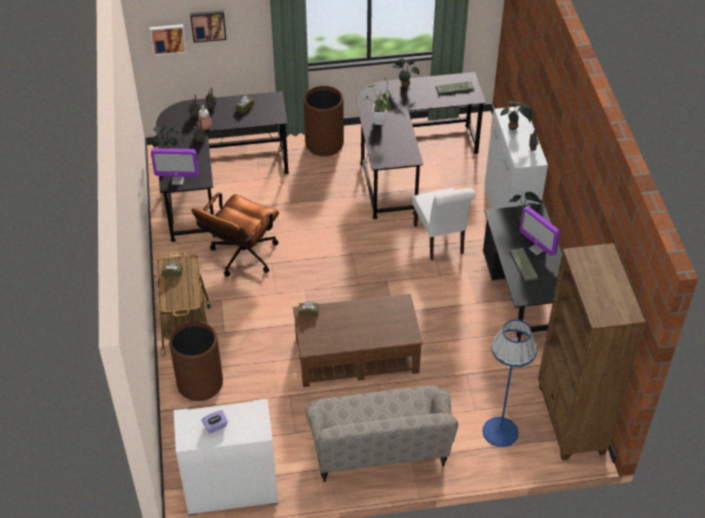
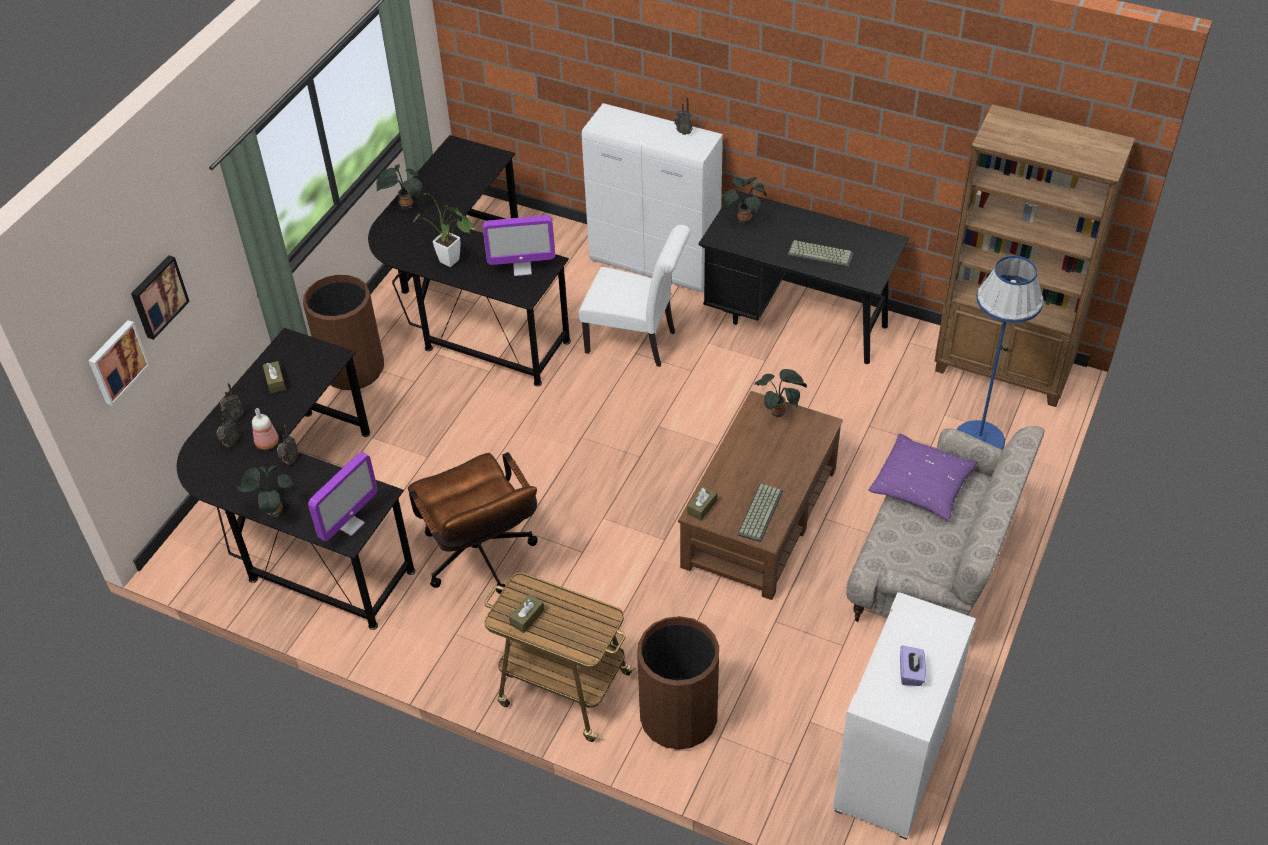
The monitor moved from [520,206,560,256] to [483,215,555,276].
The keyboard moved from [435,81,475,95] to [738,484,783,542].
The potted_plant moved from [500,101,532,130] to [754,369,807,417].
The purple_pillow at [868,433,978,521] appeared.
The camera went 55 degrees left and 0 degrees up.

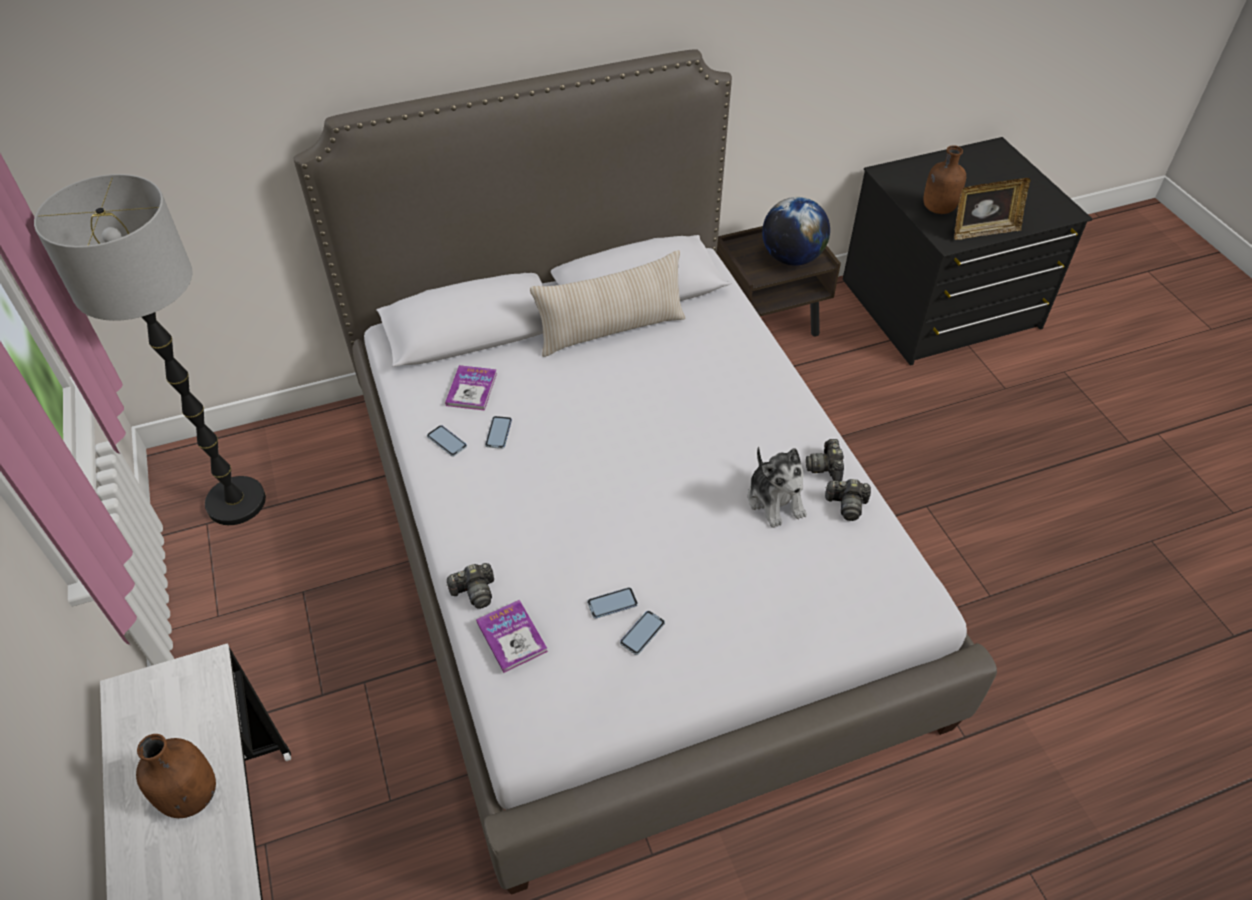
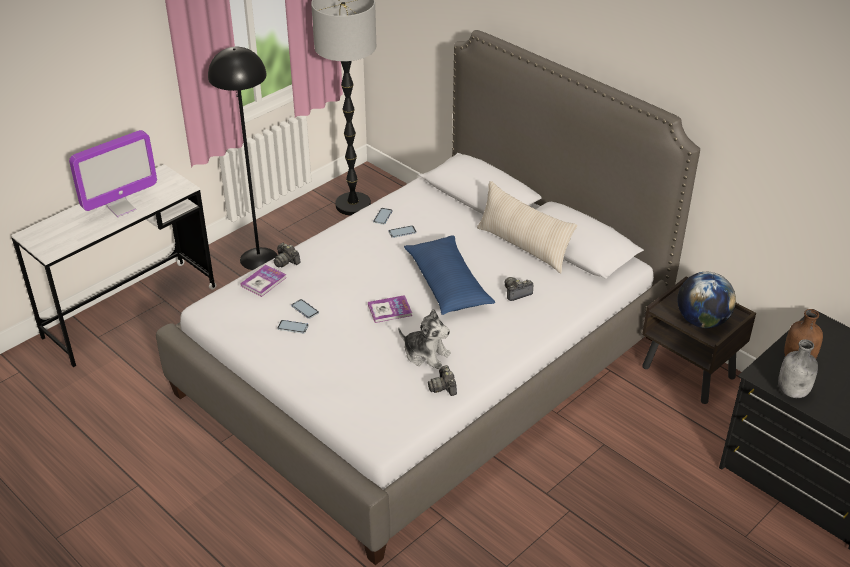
The brown_bottle at [136,734,216,818] was replaced by the monitor at [69,130,157,217].
The black_floor_lamp at [208,47,277,270] appeared.
The book moved from [445,365,497,411] to [368,295,412,323].
The plush_toy at [748,447,807,528] turned 105 degrees counterclockwise.
The blue_pillow at [404,235,495,315] appeared.
The photo_camera moved from [806,439,844,481] to [505,277,533,301].
The picture_frame at [954,178,1030,240] was replaced by the grey_bottle at [778,339,818,398].
The camera went 65 degrees right and 10 degrees down.

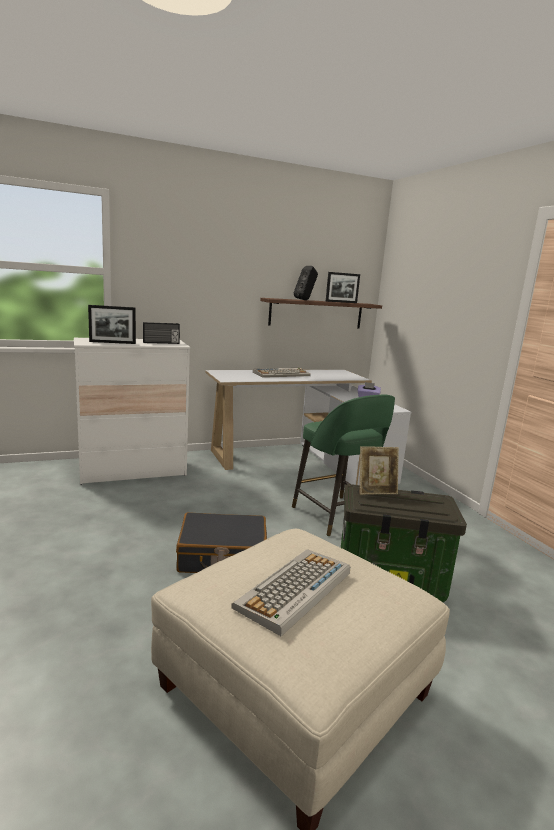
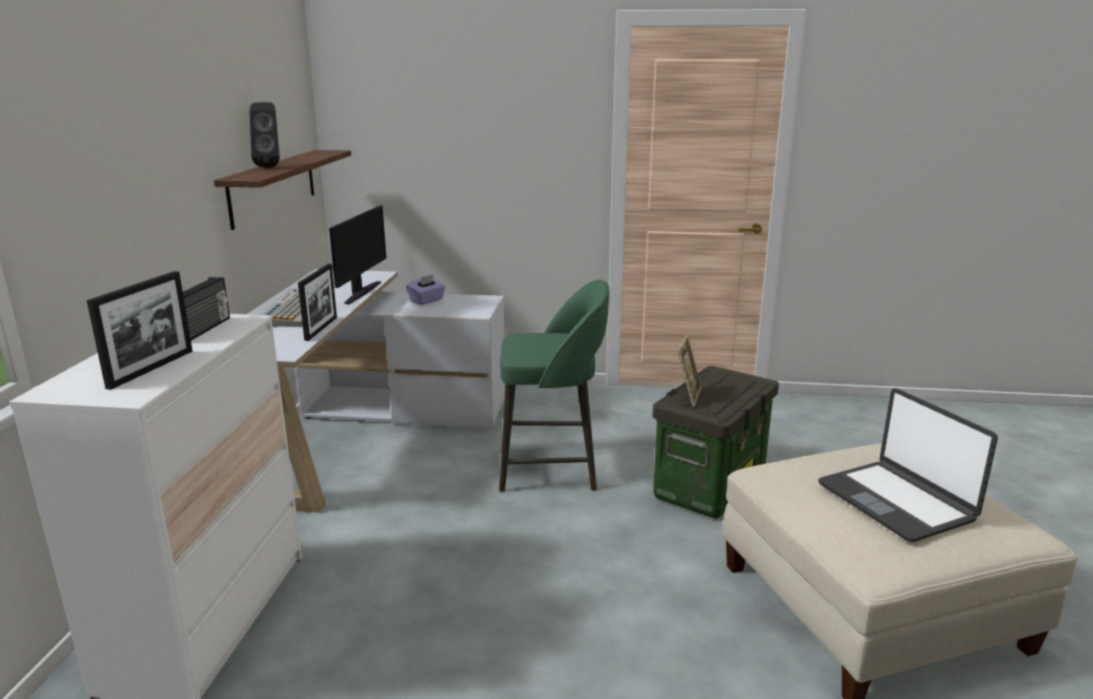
The picture_frame moved from [326,272,360,303] to [298,264,337,341].
The monitor at [329,206,386,304] appeared.
The keyboard at [232,549,350,636] was replaced by the laptop at [818,388,998,542].
The black_suitcase at [176,512,267,573] disappeared.
The camera went 60 degrees left and 5 degrees up.

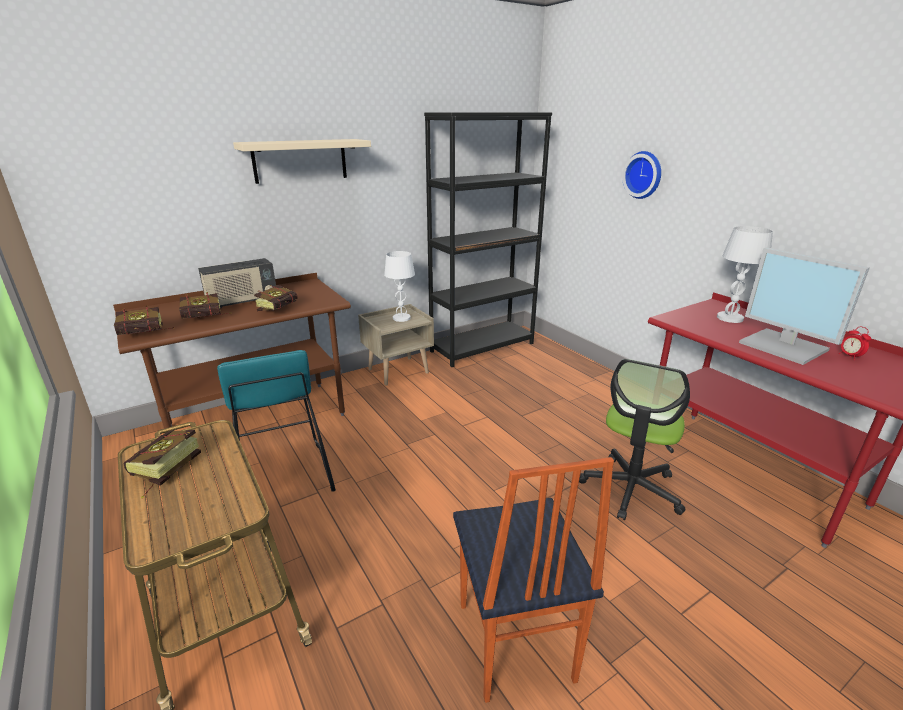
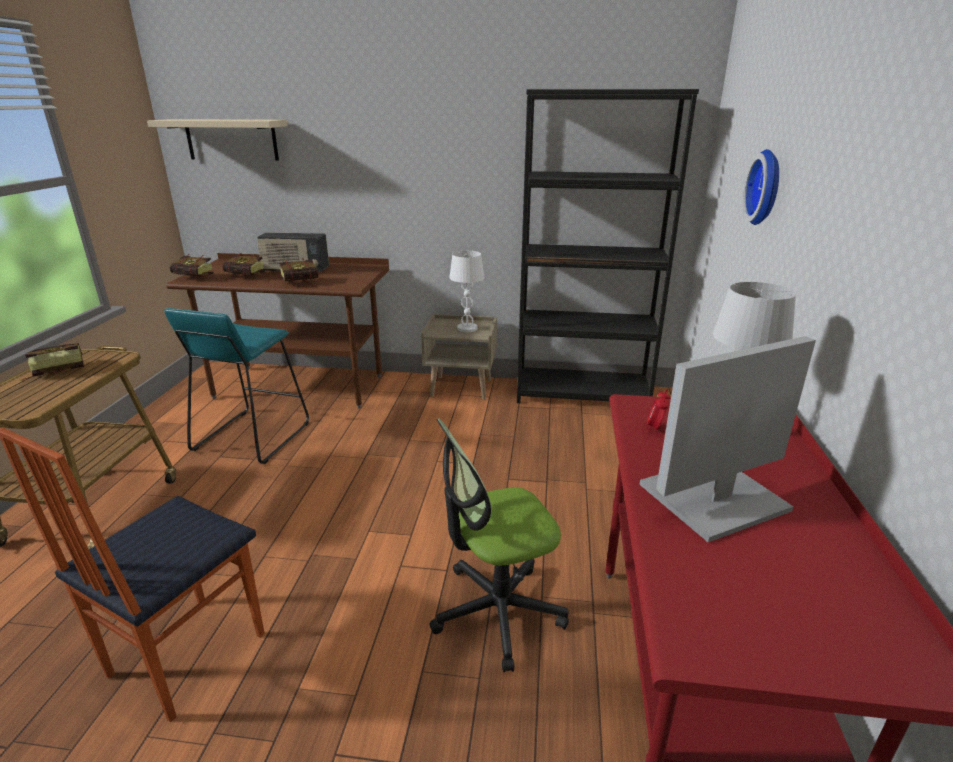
The beige_shelf moved from [233,139,371,184] to [147,119,288,161].
The monitor at [739,247,870,365] turned 60 degrees clockwise.
The alarm_clock moved from [839,326,871,360] to [647,389,670,432].
The camera went 40 degrees right and 0 degrees up.

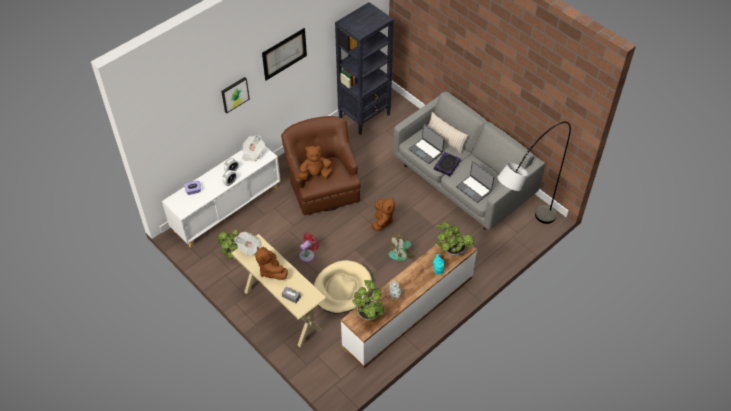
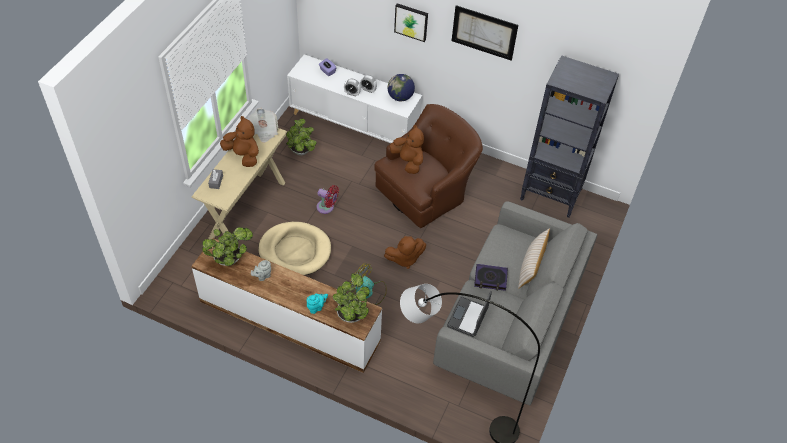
The brown_plush_toy at [255,246,288,280] turned 90 degrees clockwise.
The newspaper at [242,135,265,161] was replaced by the globe at [388,74,415,101].
The laptop at [409,124,444,164] disappeared.
The camera went 65 degrees right and 0 degrees up.

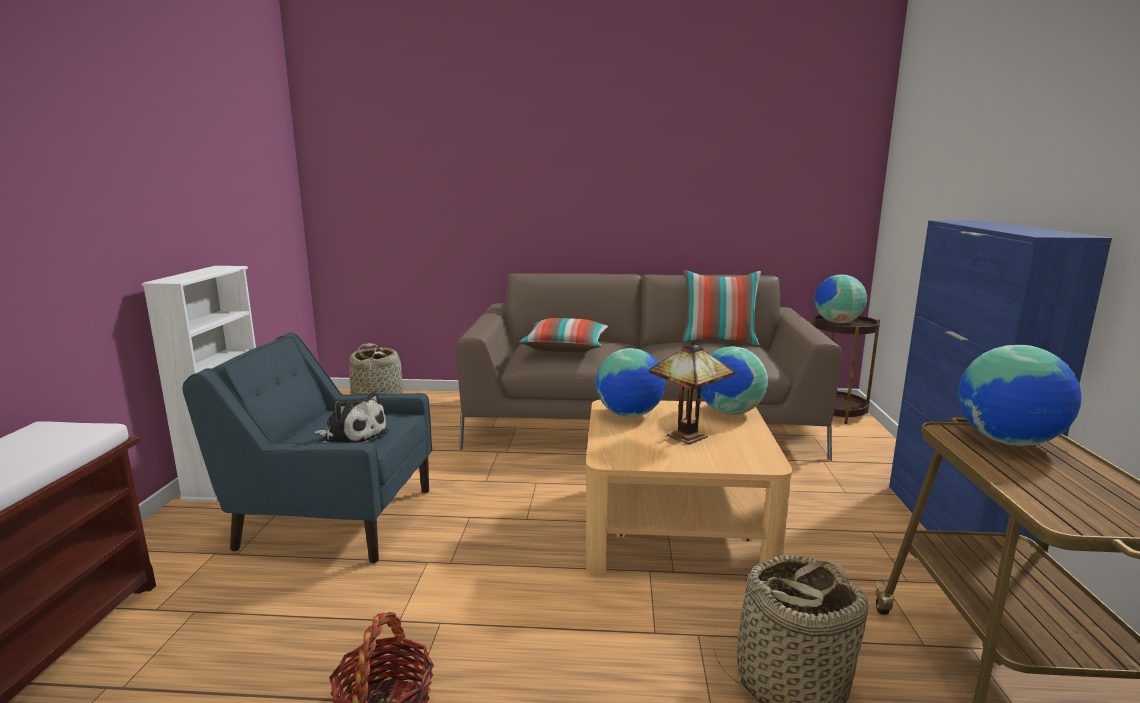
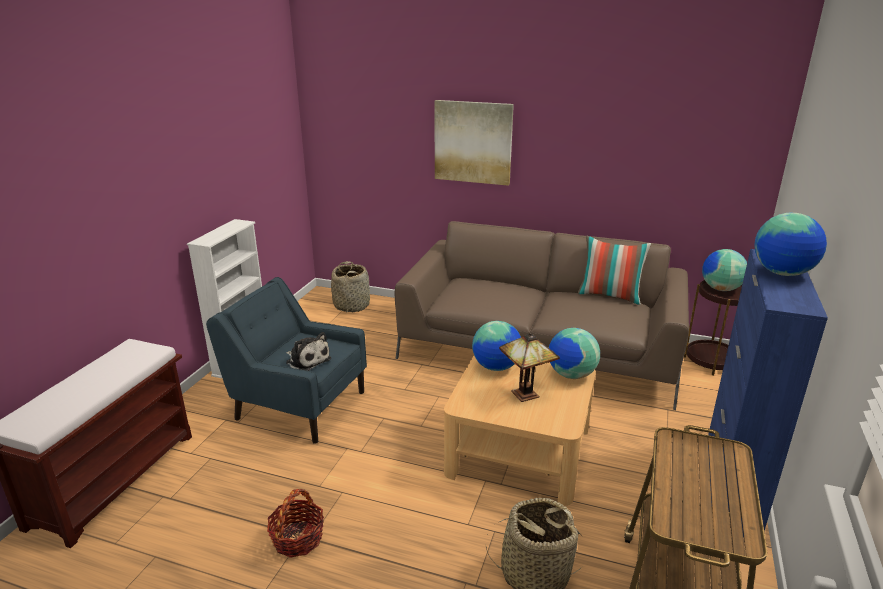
The picture at [434,100,514,186] appeared.
The globe moved from [959,345,1082,446] to [754,213,827,276].
The pillow at [519,318,609,352] disappeared.
The camera went 15 degrees right and 10 degrees up.

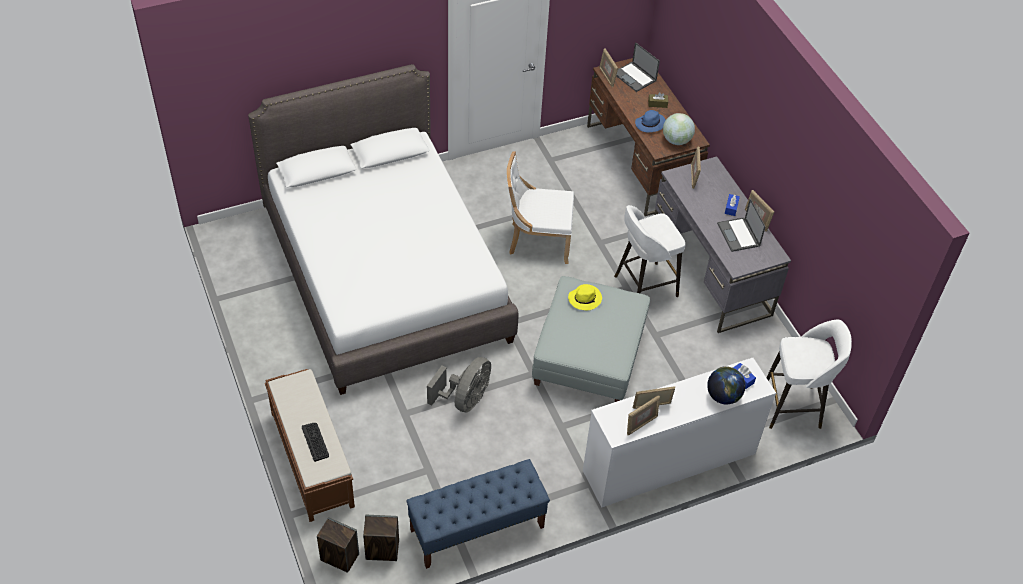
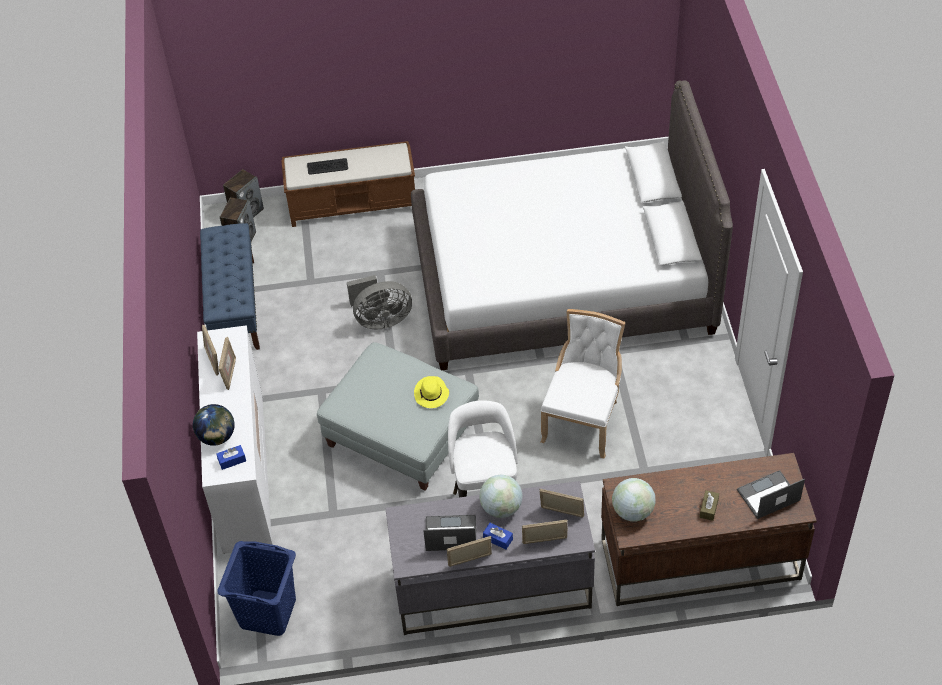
The white_stool at [766,320,852,429] was replaced by the blue_laundry_basket at [217,541,296,636].
The grey_fan at [427,357,491,413] turned 60 degrees counterclockwise.
The globe at [479,475,523,518] appeared.
The picture_frame moved from [599,48,618,88] to [522,520,568,544].
The blue_hat at [635,110,666,133] disappeared.
The camera went 110 degrees right and 0 degrees up.

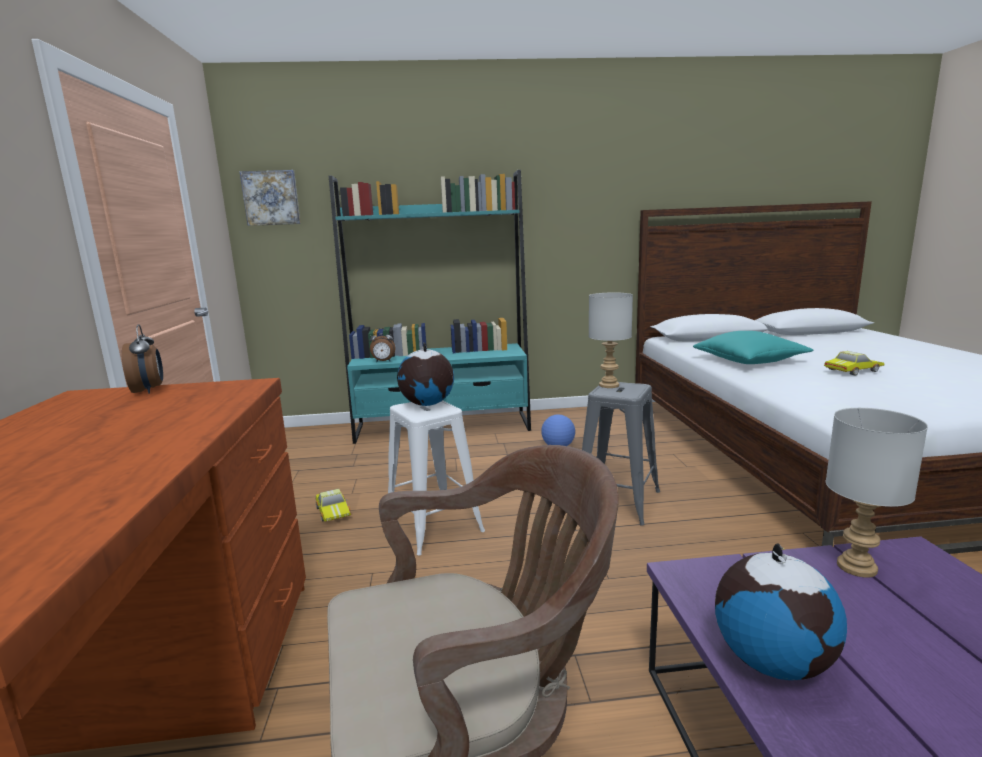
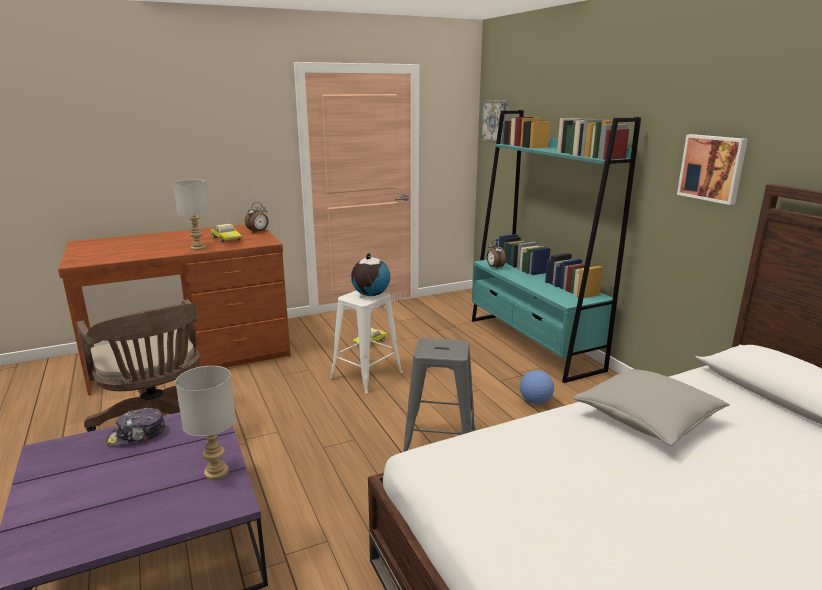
The globe at [715,543,847,680] was replaced by the cap at [105,408,166,446].
The grey_table_lamp moved from [589,293,633,388] to [173,180,210,250].
The toy_car moved from [824,351,884,376] to [210,224,243,243].
The turquoise_pillow at [693,331,813,364] became the grey_pillow at [573,369,729,446].
The picture at [677,134,748,205] appeared.
The camera went 70 degrees right and 5 degrees up.

